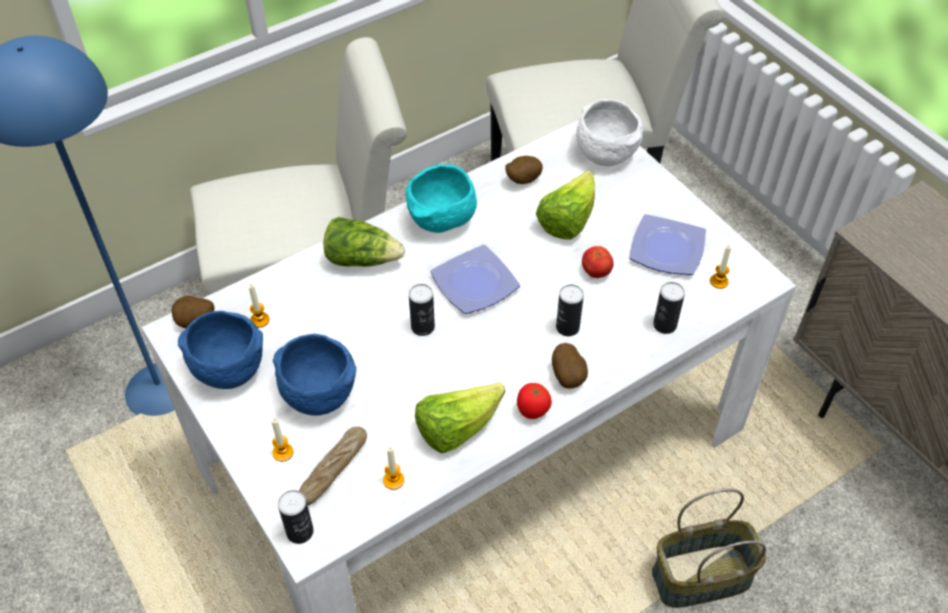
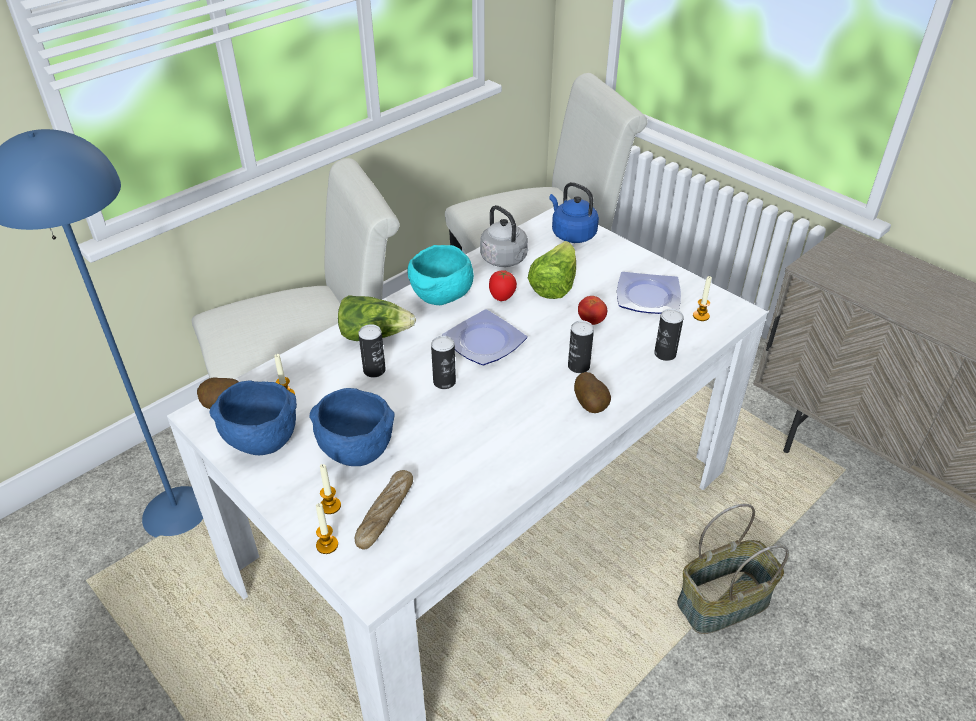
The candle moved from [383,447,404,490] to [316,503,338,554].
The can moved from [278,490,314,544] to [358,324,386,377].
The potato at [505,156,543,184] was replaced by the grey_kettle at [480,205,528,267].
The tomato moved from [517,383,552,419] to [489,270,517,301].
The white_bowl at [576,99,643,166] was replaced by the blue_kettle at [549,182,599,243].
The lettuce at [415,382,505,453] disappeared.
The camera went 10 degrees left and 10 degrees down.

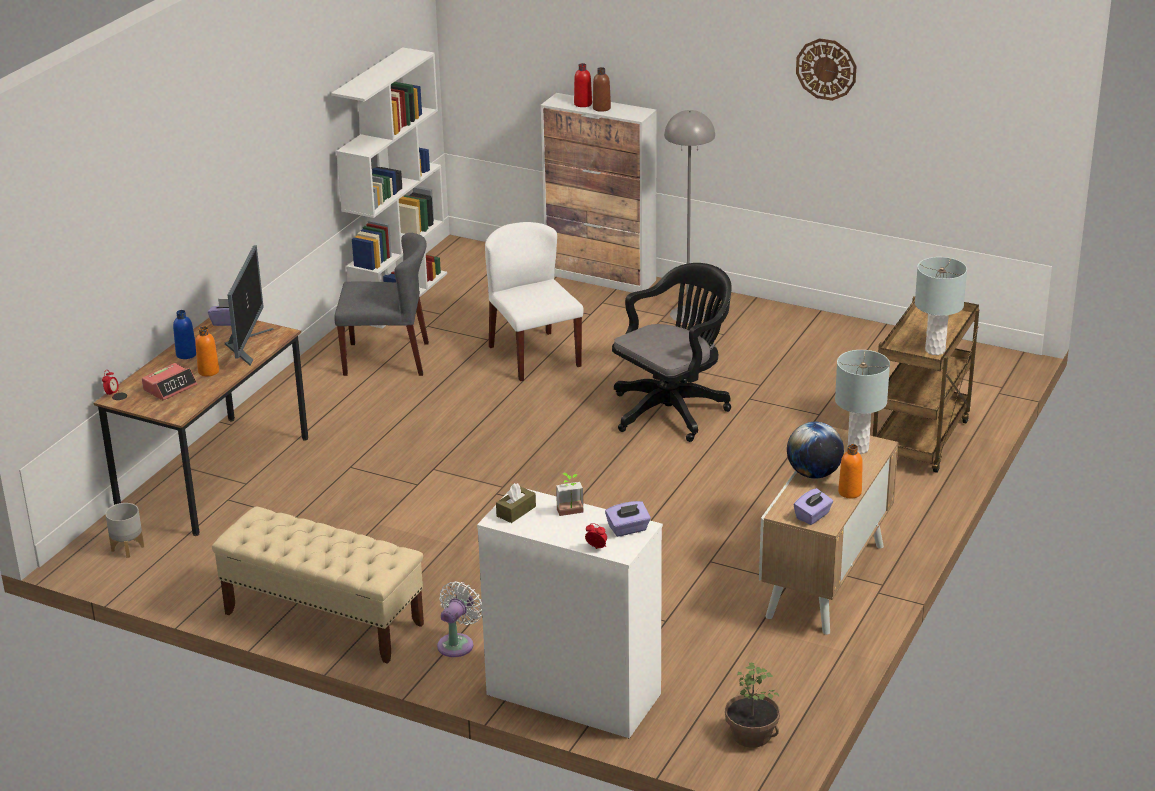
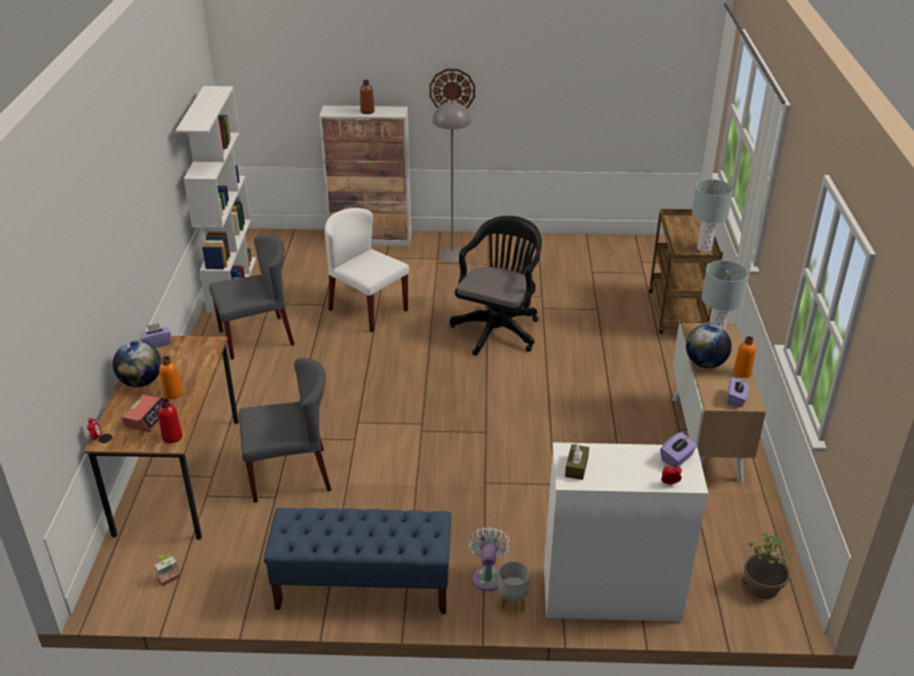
The blue_bottle at [173,310,196,359] was replaced by the globe at [113,340,162,387].
The potted_plant moved from [556,473,583,516] to [154,553,180,586].
The red_bottle moved from [574,63,592,107] to [158,398,183,443].
The grey_chair at [239,358,331,503] appeared.
The beige_bench at [212,506,424,664] became the blue_bench at [264,508,451,614].
The wall_clock moved from [796,38,857,101] to [429,69,475,108].
The grey_planter moved from [105,503,144,558] to [498,561,530,612].
The monitor at [225,245,274,366] disappeared.
The camera went 25 degrees left and 5 degrees up.

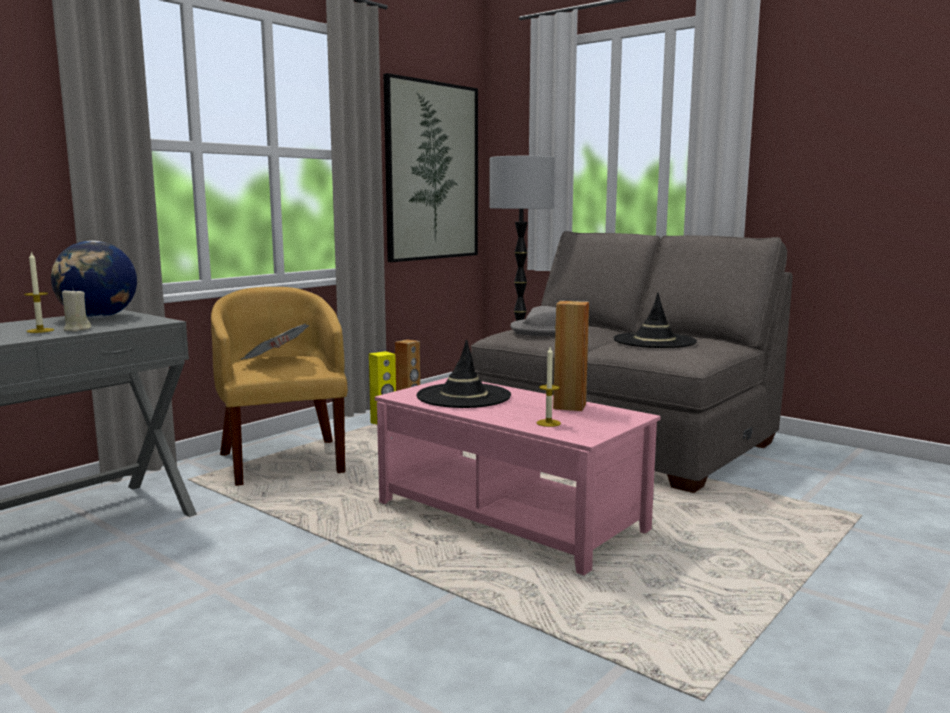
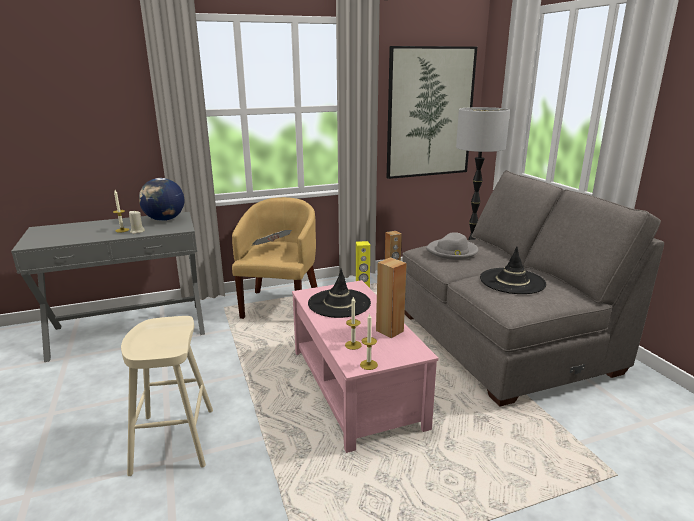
The beige_stool at [121,316,213,476] appeared.
The candle at [360,313,378,370] appeared.
The camera went 30 degrees right and 10 degrees up.

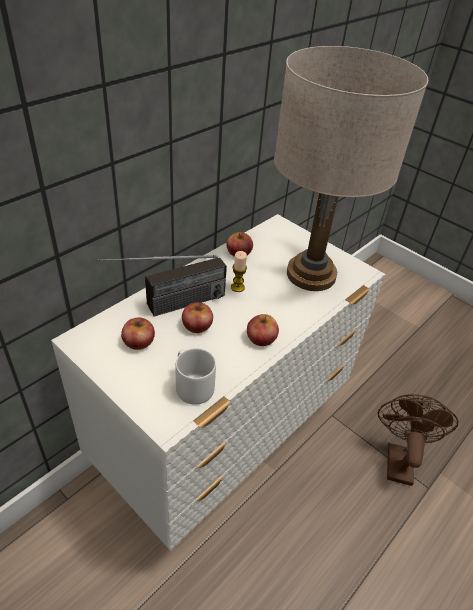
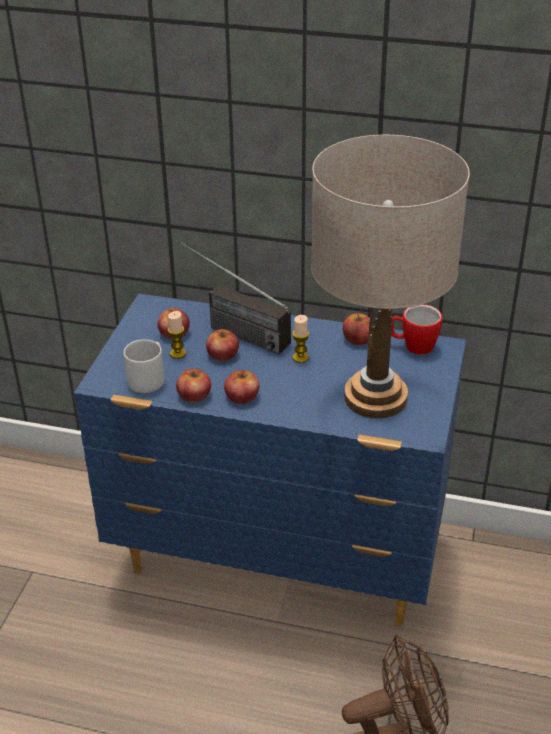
The white_dresser at [51,214,385,551] became the blue_dresser at [74,294,466,626].
The candle at [168,311,186,359] appeared.
The apple at [176,369,211,402] appeared.
The mug at [391,304,442,355] appeared.
The camera went 65 degrees right and 5 degrees down.

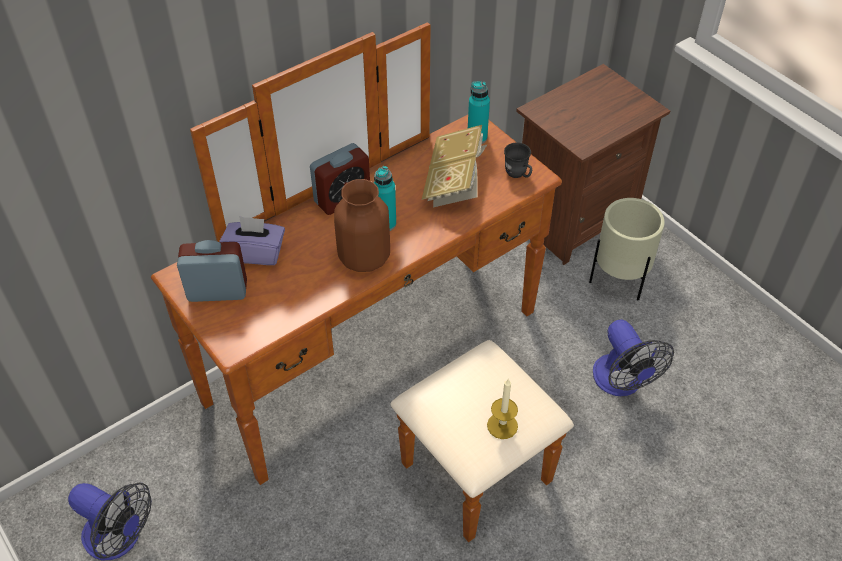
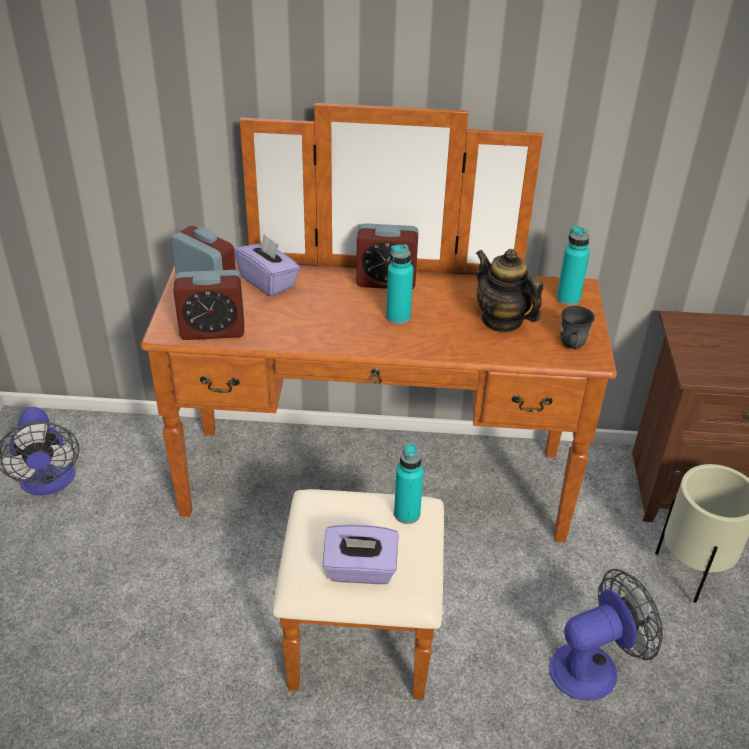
The alarm_clock at [173,270,244,340] appeared.
The candle at [487,379,518,439] was replaced by the purple_tissue_box at [323,525,399,584].
The turquoise_bottle at [394,443,424,524] appeared.
The book at [422,125,487,207] was replaced by the teapot at [476,249,543,332].
The fan at [593,319,674,396] turned 135 degrees counterclockwise.
The brown_vase at [334,179,390,272] disappeared.
The camera went 40 degrees right and 10 degrees down.

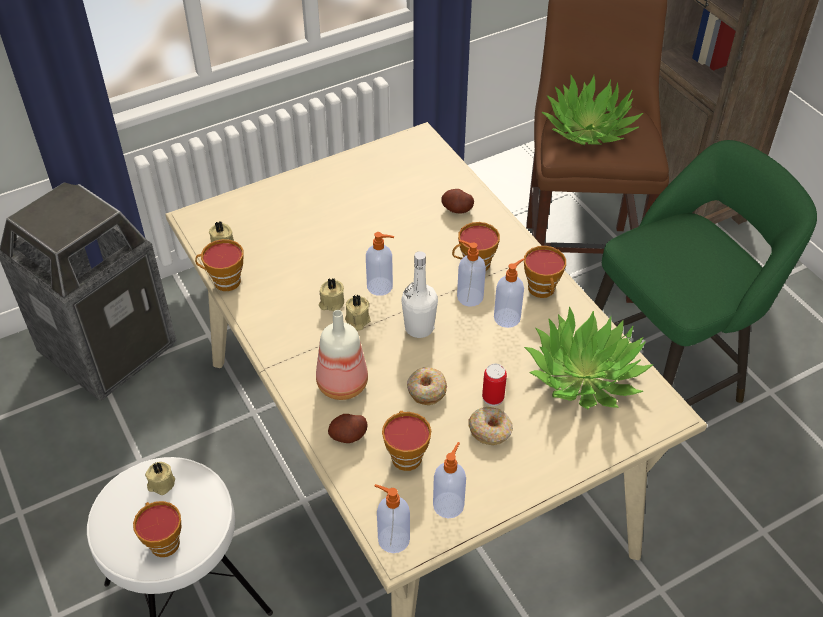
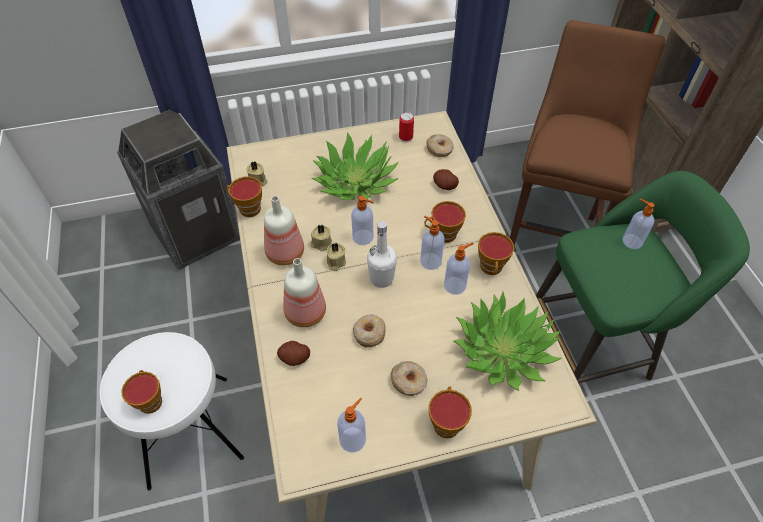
The bottle at [264,196,304,265] appeared.
The potted_plant moved from [542,75,643,145] to [312,132,399,200].
The can moved from [482,364,507,406] to [399,112,414,143].
The donut at [426,134,454,157] appeared.
The cup moved from [382,411,431,471] to [429,387,472,438].
The soap_dispenser moved from [374,484,410,553] to [622,199,655,249].
The beige_candle at [145,462,175,495] disappeared.
The camera went 15 degrees right and 5 degrees up.

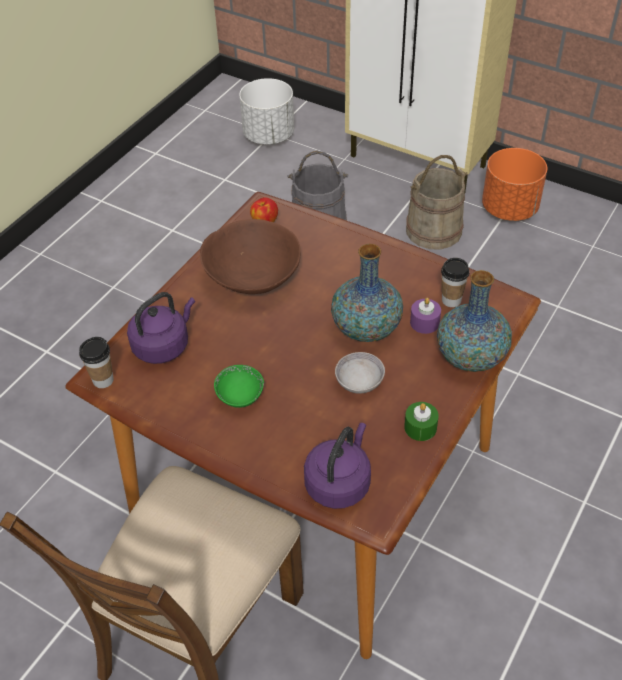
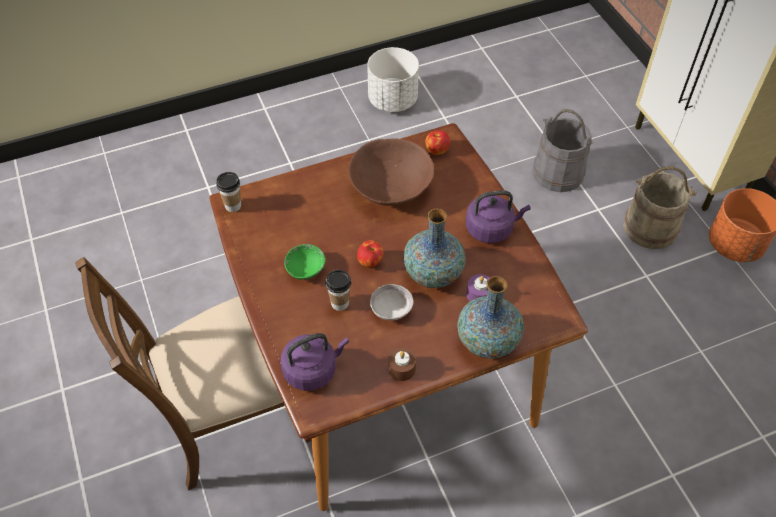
The cup moved from [441,258,469,307] to [325,270,351,311].
The apple at [357,240,383,267] appeared.
The white_planter moved from [239,78,294,145] to [367,47,419,112].
The green_candle at [404,402,439,441] became the brown_candle at [388,348,416,381].
The purple_kettle moved from [127,292,195,364] to [466,190,531,243].
The camera went 35 degrees right and 5 degrees up.

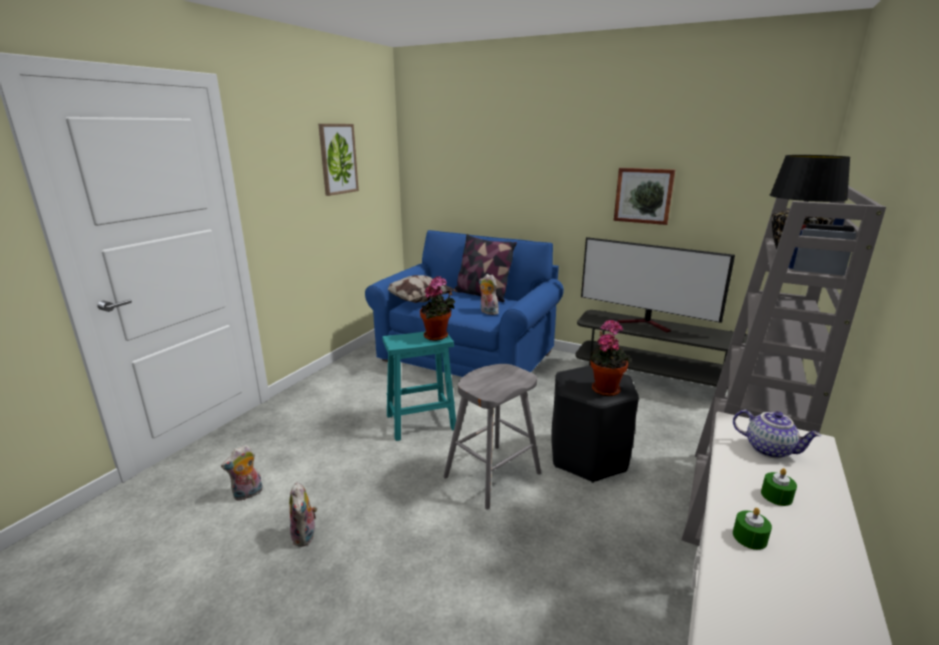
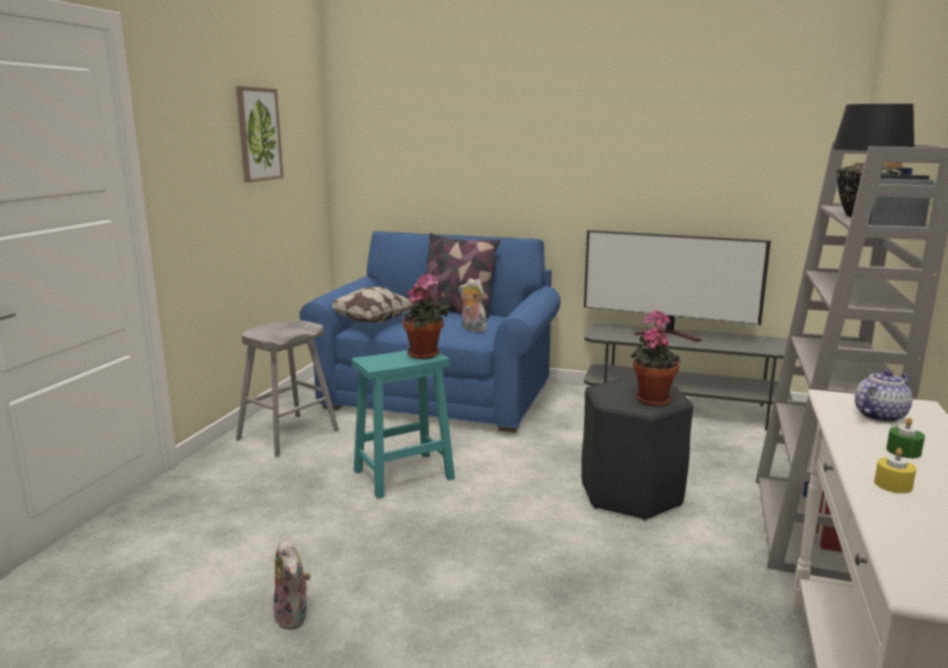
The grey_stool moved from [443,364,541,510] to [236,320,339,457].
The teapot at [733,410,821,458] turned 60 degrees counterclockwise.
The green_candle at [733,508,772,550] became the yellow_candle at [874,448,916,493].
The plush_toy at [221,445,263,501] disappeared.
The picture at [614,168,675,225] disappeared.
The camera went 10 degrees left and 5 degrees down.

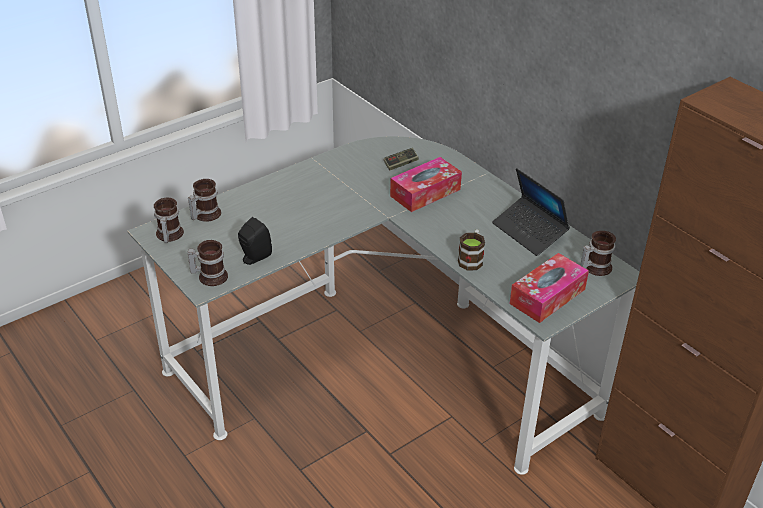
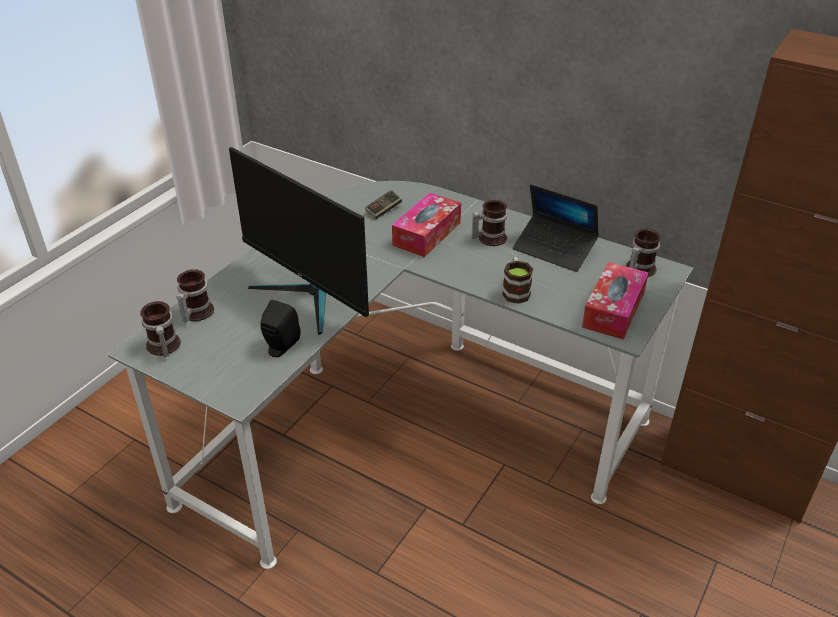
The monitor at [229,147,369,335] appeared.
The mug moved from [188,240,228,286] to [472,200,507,246].
The camera went 20 degrees left and 0 degrees up.

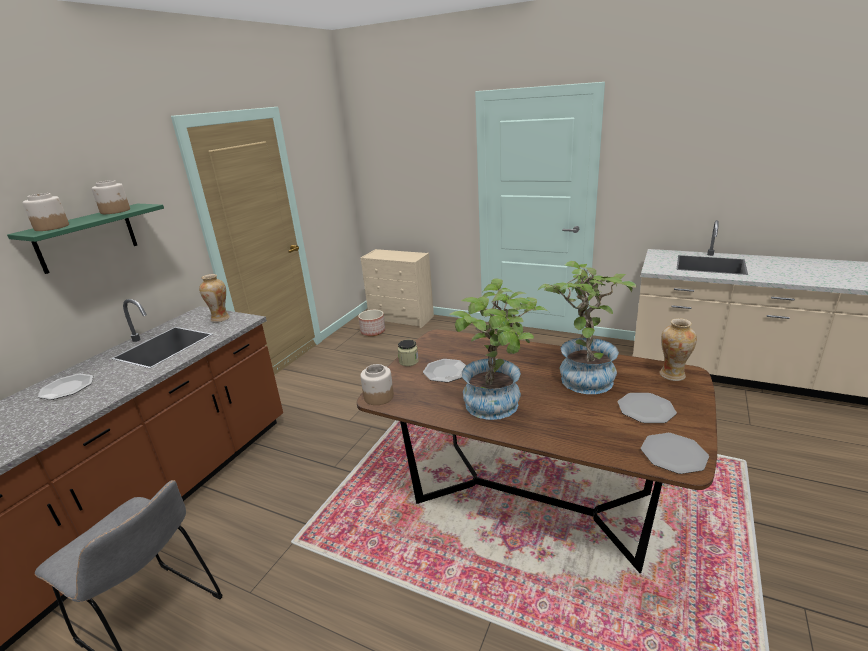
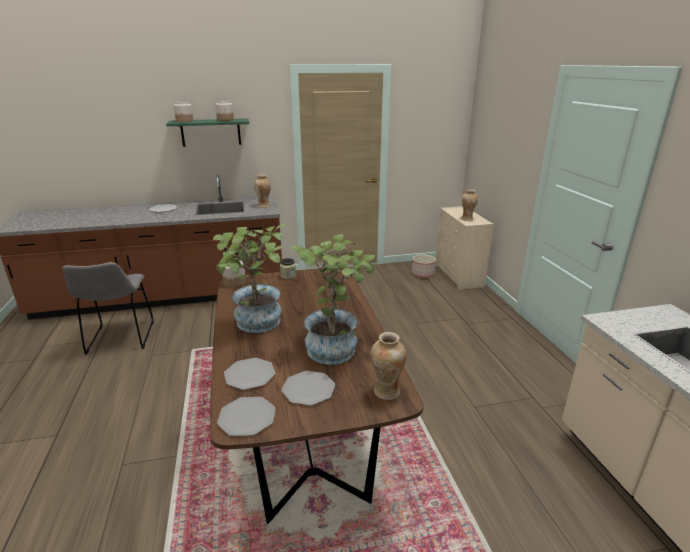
The plate moved from [423,359,466,382] to [224,358,275,390].
The vase at [461,189,478,221] appeared.
The camera went 50 degrees right and 0 degrees up.

